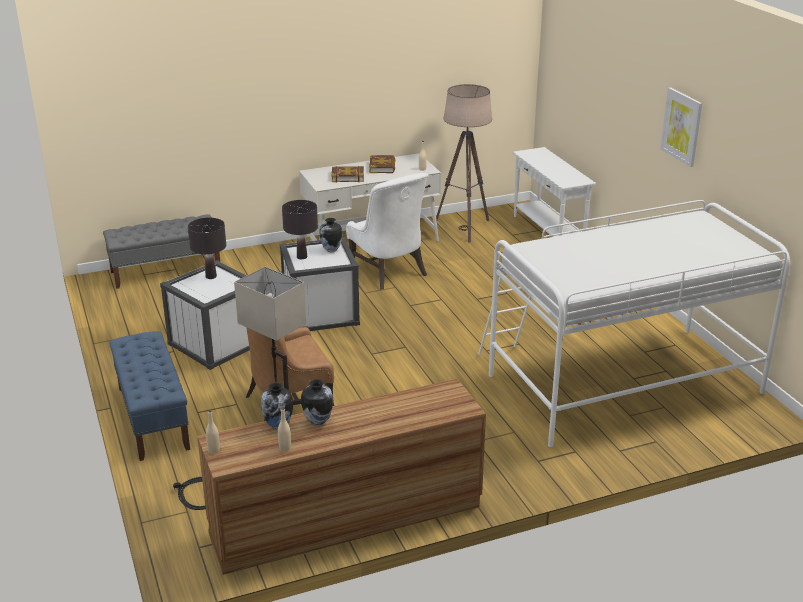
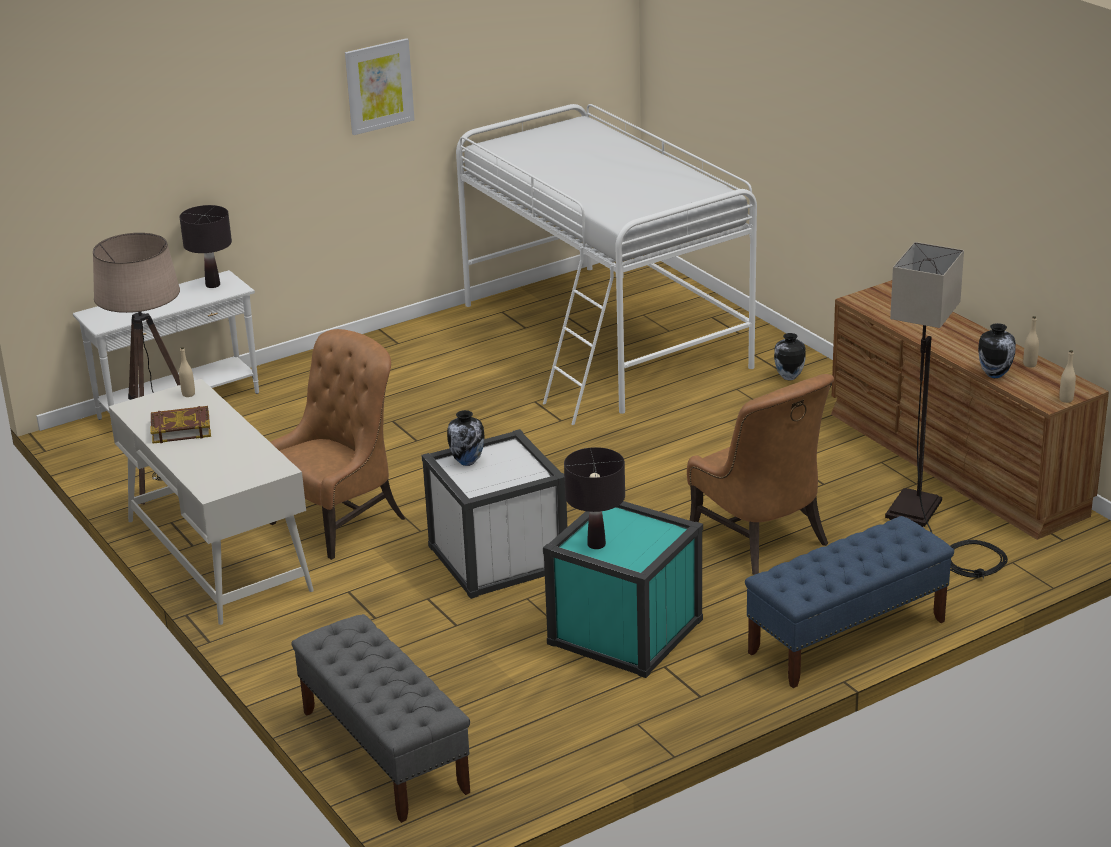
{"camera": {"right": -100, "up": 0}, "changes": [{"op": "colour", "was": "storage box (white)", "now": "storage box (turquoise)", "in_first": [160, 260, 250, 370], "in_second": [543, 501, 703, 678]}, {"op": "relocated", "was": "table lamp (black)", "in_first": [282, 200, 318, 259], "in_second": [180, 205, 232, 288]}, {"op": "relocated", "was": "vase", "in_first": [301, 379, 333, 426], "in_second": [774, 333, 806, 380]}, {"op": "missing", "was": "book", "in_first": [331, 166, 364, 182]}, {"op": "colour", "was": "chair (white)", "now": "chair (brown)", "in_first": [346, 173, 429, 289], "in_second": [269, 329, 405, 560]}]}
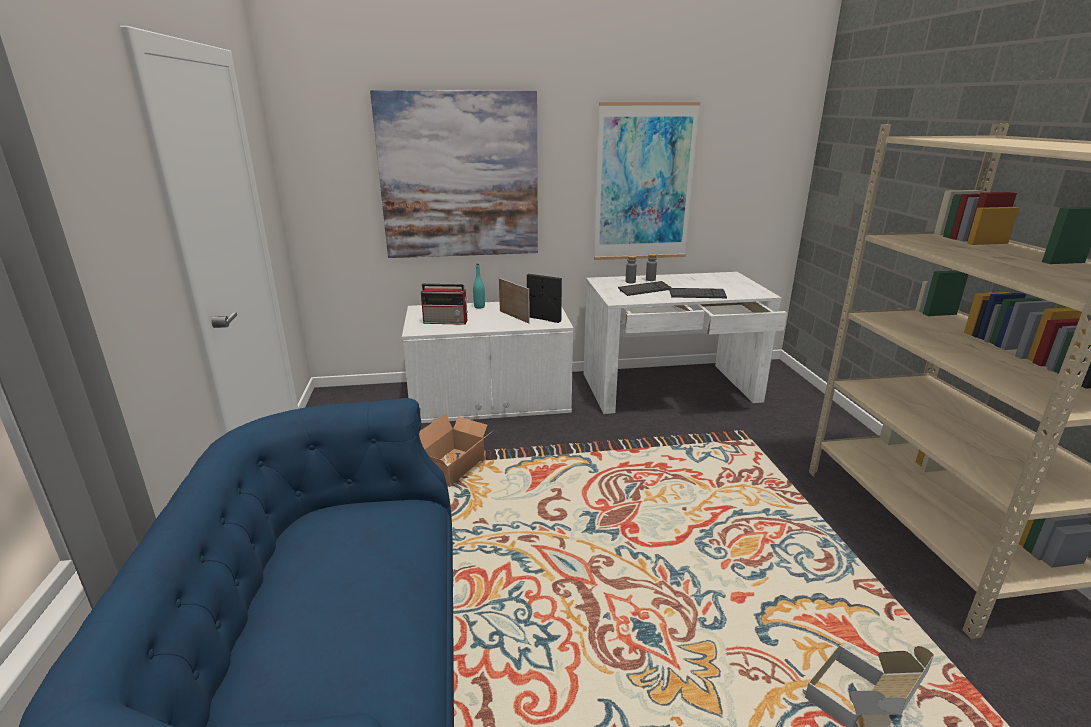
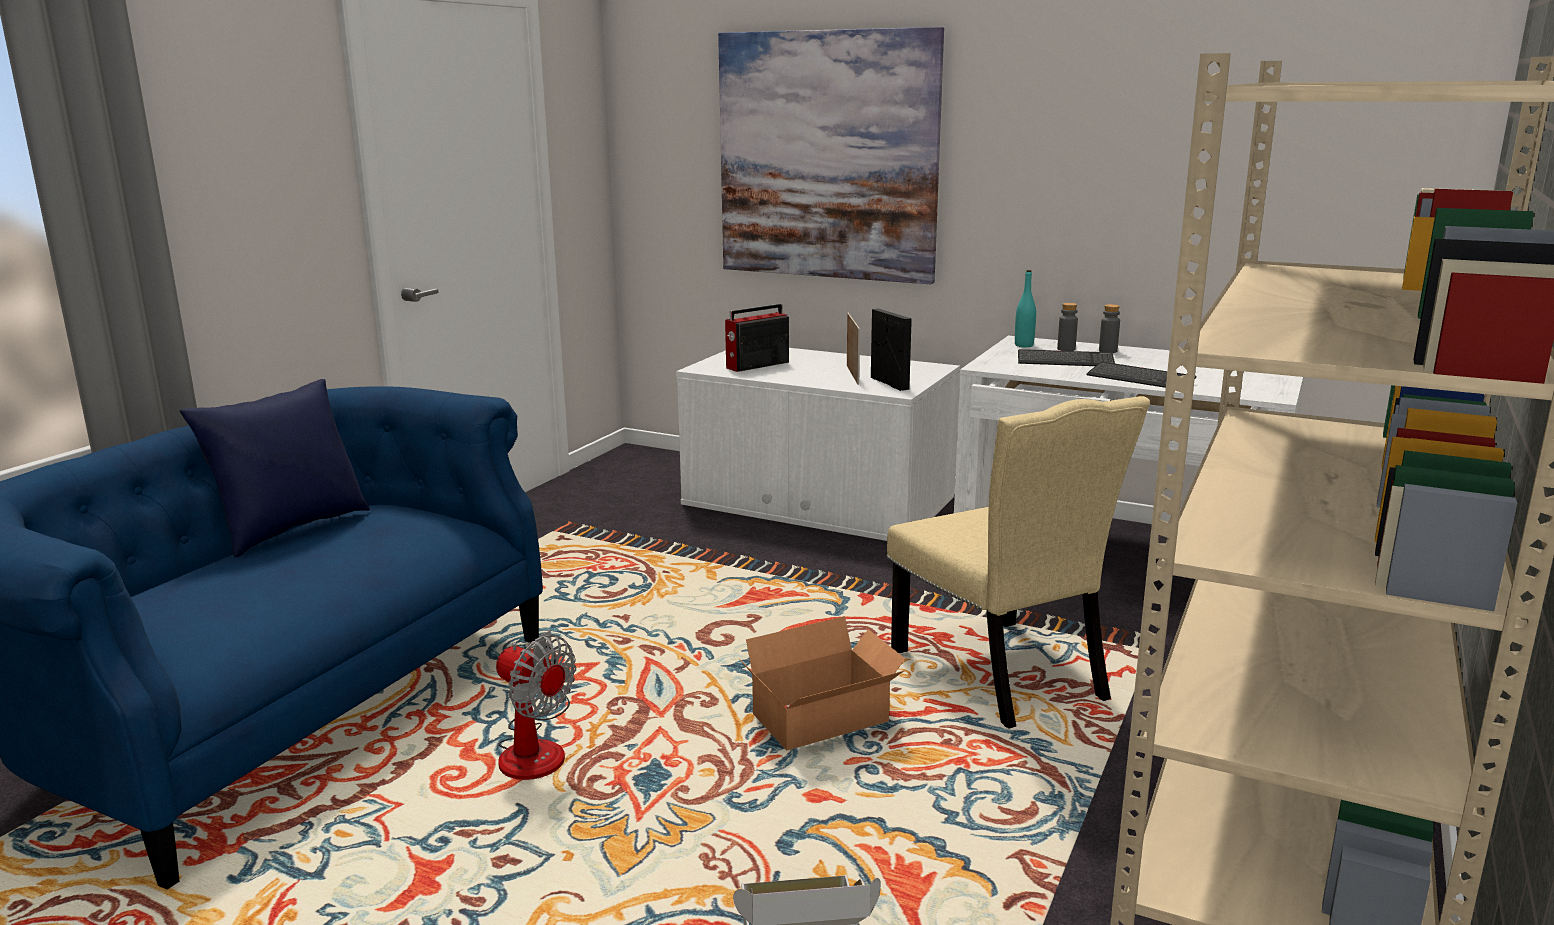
{"camera": {"right": 35, "up": -5}, "changes": [{"op": "relocated", "was": "cardboard box", "in_first": [419, 413, 494, 487], "in_second": [739, 616, 905, 751]}, {"op": "spun", "was": "radio", "in_first": [421, 284, 468, 325], "in_second": [725, 304, 789, 372], "clockwise": 105}, {"op": "relocated", "was": "bottle (turquoise)", "in_first": [473, 264, 485, 308], "in_second": [1015, 270, 1036, 347]}, {"op": "missing", "was": "picture", "in_first": [594, 102, 700, 260]}, {"op": "appeared", "now": "pillow (blue)", "in_second": [180, 379, 370, 557]}, {"op": "appeared", "now": "fan", "in_second": [496, 630, 576, 780]}, {"op": "appeared", "now": "chair (beige)", "in_second": [886, 396, 1150, 729]}]}
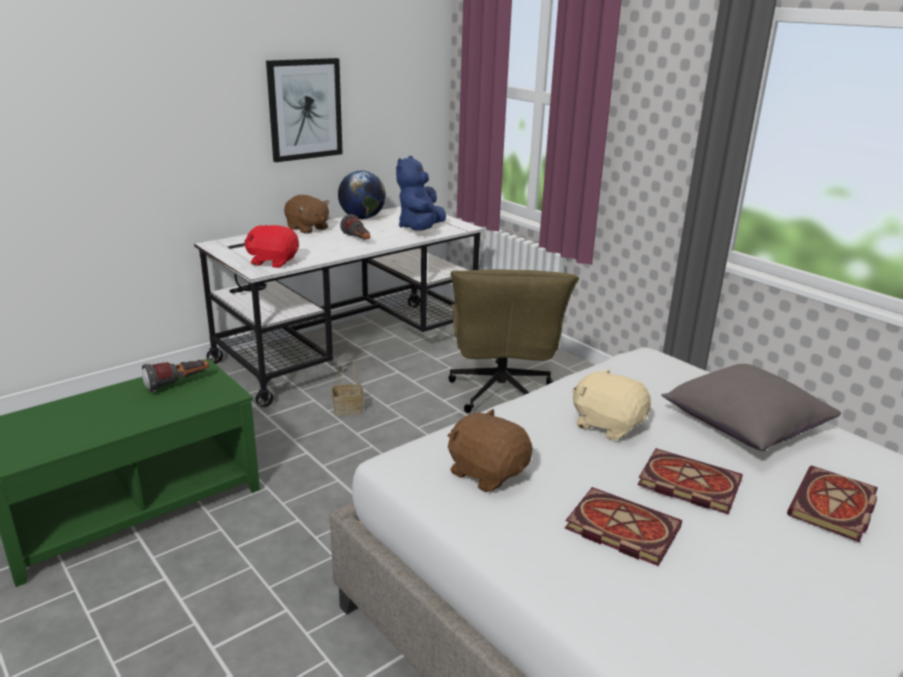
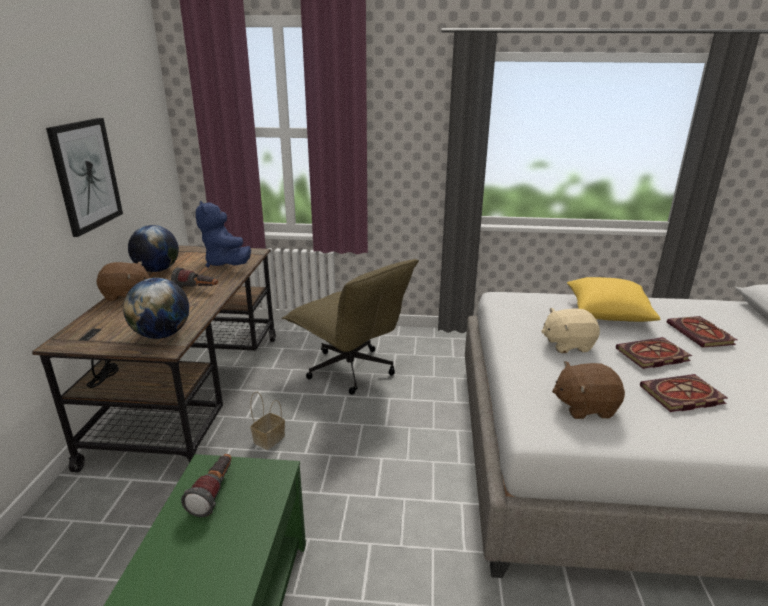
{"camera": {"right": -45, "up": 0}, "changes": [{"op": "colour", "was": "desk (white)", "now": "desk (brown)", "in_first": [194, 206, 485, 407], "in_second": [32, 245, 276, 472]}, {"op": "exchanged", "was": "plush toy (red)", "now": "globe", "in_first": [244, 224, 299, 268], "in_second": [123, 278, 189, 339]}, {"op": "colour", "was": "pillow (grey)", "now": "pillow (yellow)", "in_first": [661, 364, 841, 451], "in_second": [567, 277, 660, 322]}]}
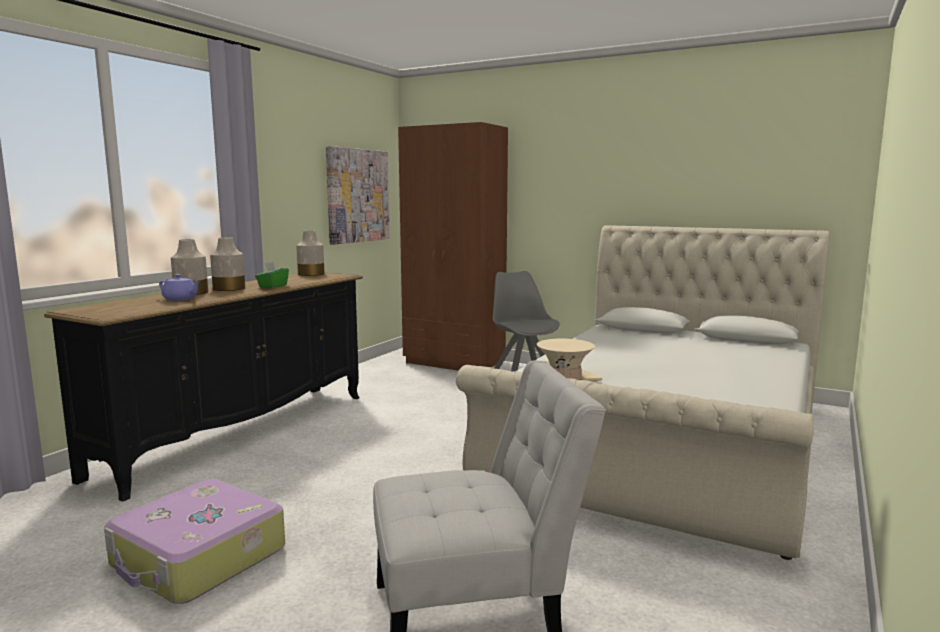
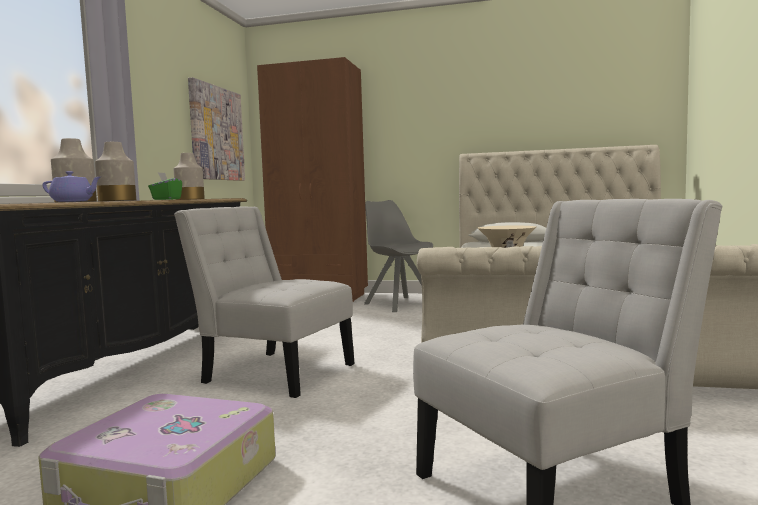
{"camera": {"right": -15, "up": -5}, "changes": [{"op": "appeared", "now": "chair (white)", "in_second": [174, 206, 355, 398]}]}
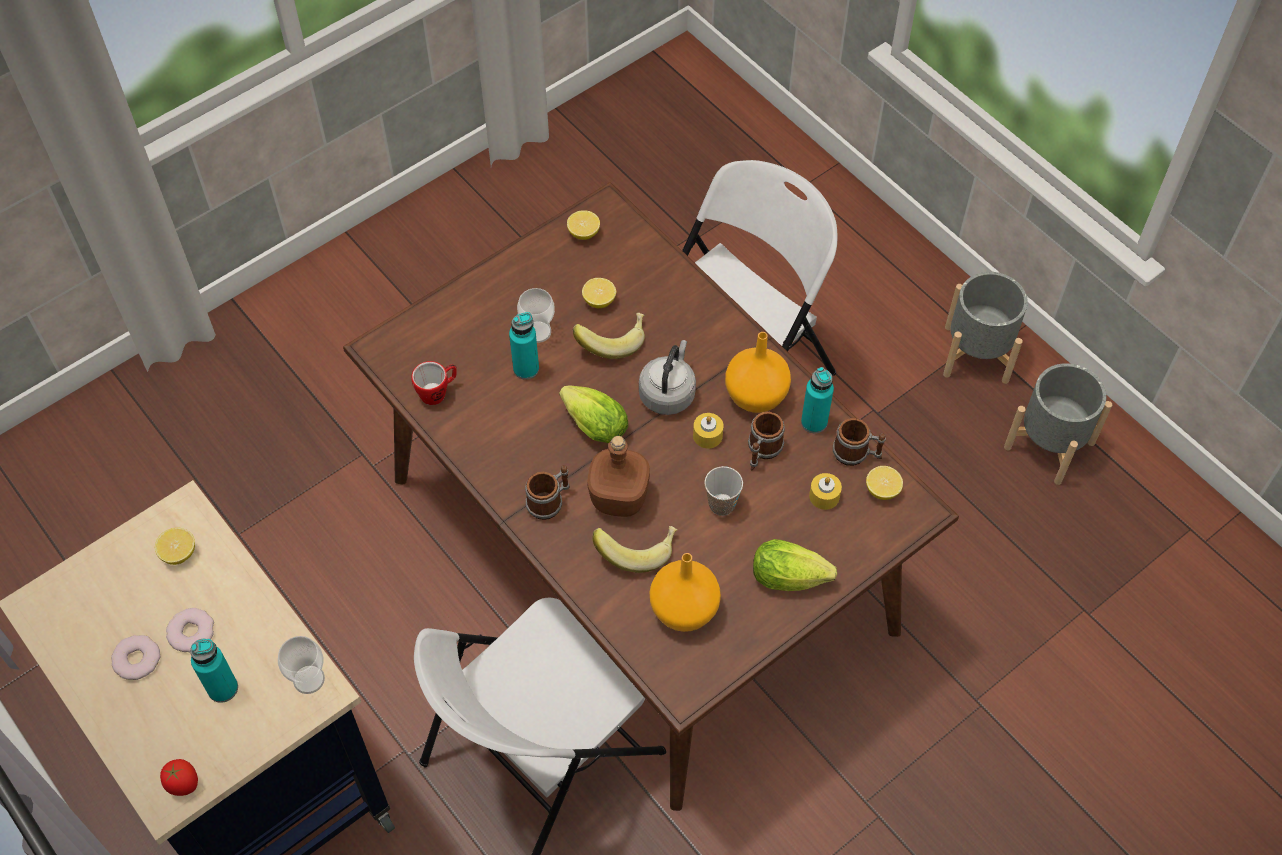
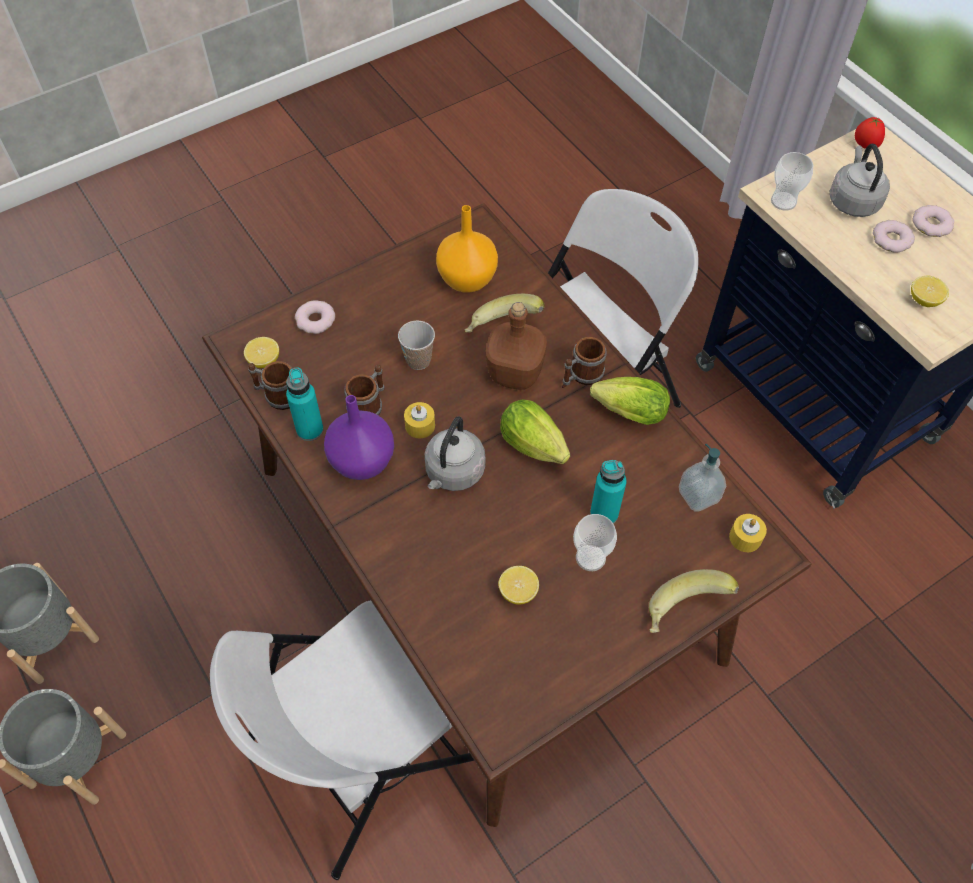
{"camera": {"right": -175, "up": 0}, "changes": [{"op": "exchanged", "was": "bottle (turquoise)", "now": "kettle (grey)", "in_first": [190, 639, 238, 703], "in_second": [830, 144, 890, 217]}, {"op": "exchanged", "was": "mug", "now": "soap dispenser", "in_first": [411, 361, 457, 405], "in_second": [679, 444, 726, 512]}, {"op": "missing", "was": "lemon", "in_first": [567, 210, 600, 240]}, {"op": "relocated", "was": "banana", "in_first": [573, 313, 645, 359], "in_second": [649, 569, 739, 633]}, {"op": "colour", "was": "vase (orange)", "now": "vase (purple)", "in_first": [725, 332, 791, 413], "in_second": [324, 395, 394, 480]}, {"op": "relocated", "was": "lettuce", "in_first": [753, 539, 837, 591], "in_second": [590, 377, 670, 425]}, {"op": "relocated", "was": "candle (yellow)", "in_first": [809, 473, 842, 510], "in_second": [729, 514, 767, 552]}, {"op": "appeared", "now": "donut", "in_second": [295, 300, 335, 334]}]}
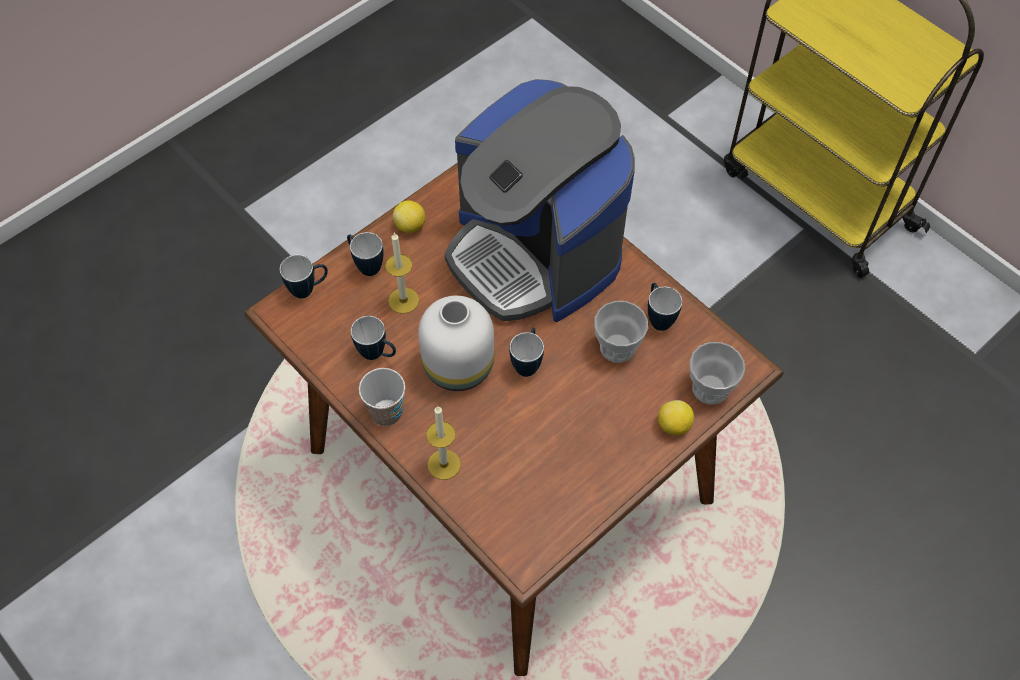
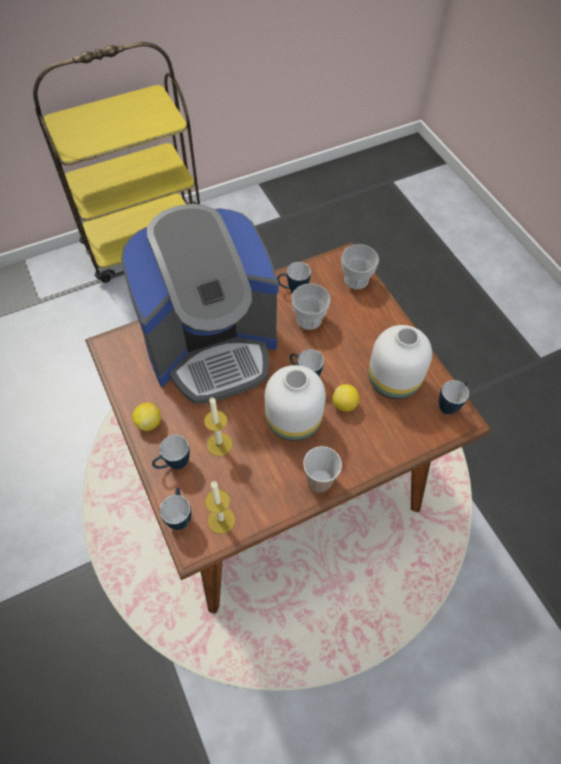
{"camera": {"right": -75, "up": 0}, "changes": [{"op": "relocated", "was": "mug", "in_first": [351, 316, 396, 360], "in_second": [439, 380, 469, 415]}, {"op": "relocated", "was": "candle", "in_first": [426, 406, 461, 480], "in_second": [205, 481, 235, 534]}, {"op": "relocated", "was": "lemon", "in_first": [658, 400, 694, 436], "in_second": [332, 384, 360, 412]}, {"op": "appeared", "now": "vase (white)", "in_second": [368, 325, 432, 399]}]}
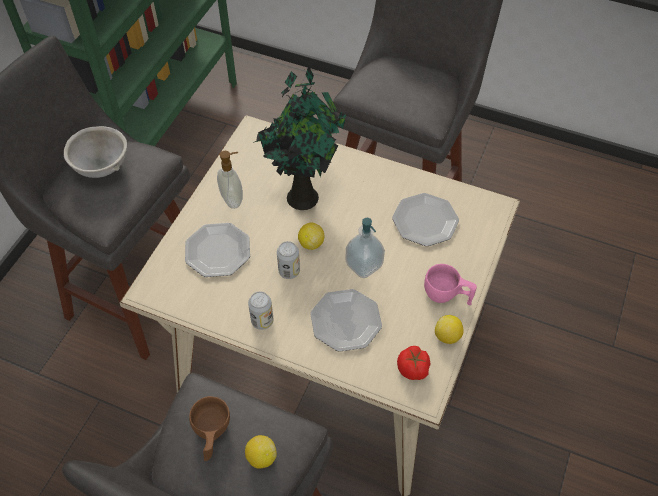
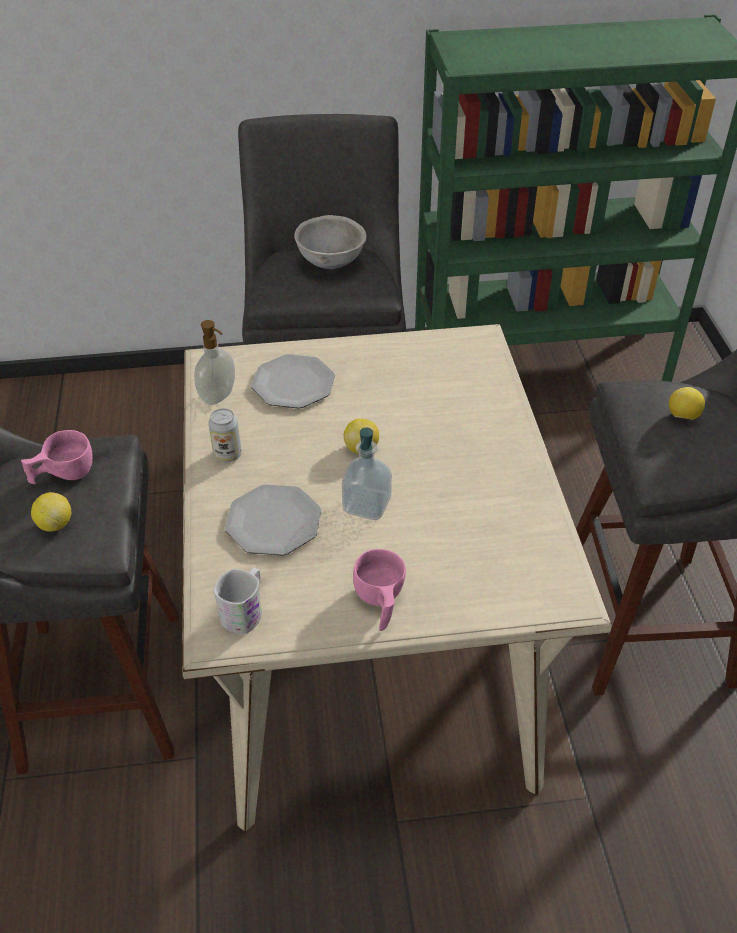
{"camera": {"right": 60, "up": -10}, "changes": [{"op": "colour", "was": "cup (brown)", "now": "cup (pink)", "in_first": [189, 396, 230, 461], "in_second": [21, 430, 93, 484]}, {"op": "relocated", "was": "soap dispenser", "in_first": [217, 151, 243, 209], "in_second": [194, 320, 235, 405]}, {"op": "missing", "was": "potted plant", "in_first": [253, 66, 347, 210]}, {"op": "missing", "was": "can", "in_first": [277, 241, 300, 279]}, {"op": "missing", "was": "plate", "in_first": [392, 193, 459, 246]}, {"op": "exchanged", "was": "tomato", "now": "mug (white)", "in_first": [397, 346, 430, 380], "in_second": [213, 568, 262, 634]}, {"op": "relocated", "was": "lemon", "in_first": [435, 315, 464, 344], "in_second": [669, 387, 705, 420]}]}
